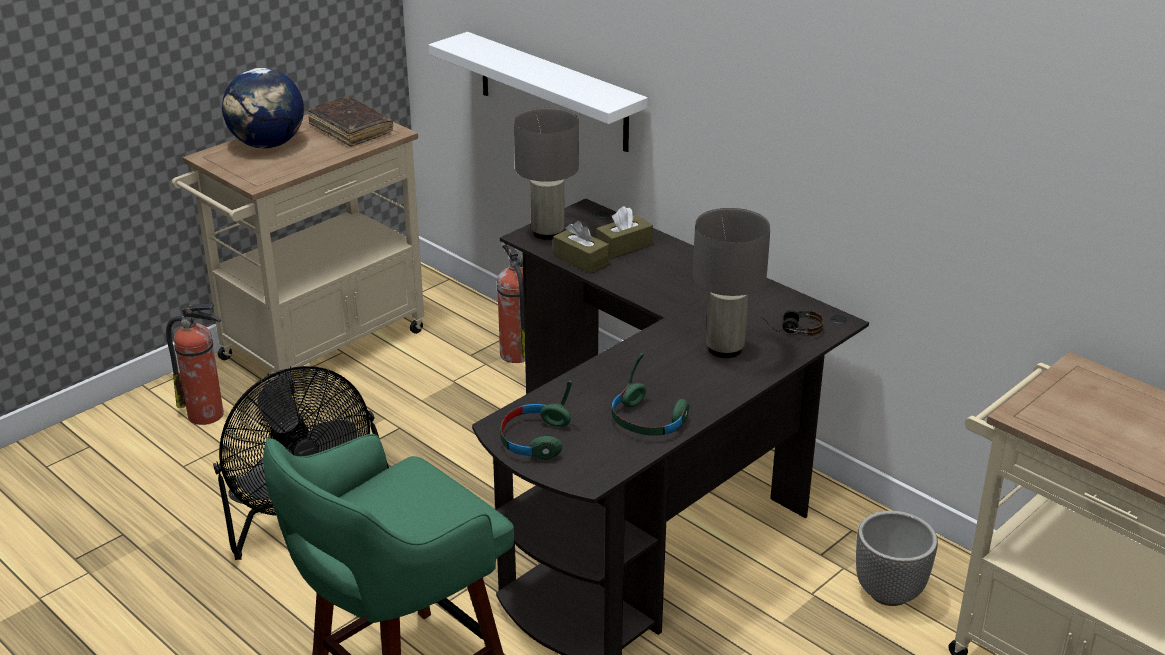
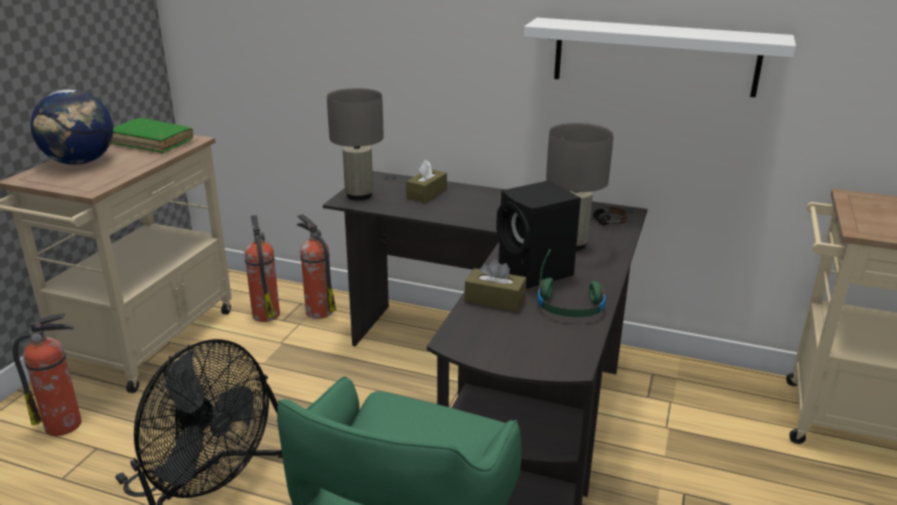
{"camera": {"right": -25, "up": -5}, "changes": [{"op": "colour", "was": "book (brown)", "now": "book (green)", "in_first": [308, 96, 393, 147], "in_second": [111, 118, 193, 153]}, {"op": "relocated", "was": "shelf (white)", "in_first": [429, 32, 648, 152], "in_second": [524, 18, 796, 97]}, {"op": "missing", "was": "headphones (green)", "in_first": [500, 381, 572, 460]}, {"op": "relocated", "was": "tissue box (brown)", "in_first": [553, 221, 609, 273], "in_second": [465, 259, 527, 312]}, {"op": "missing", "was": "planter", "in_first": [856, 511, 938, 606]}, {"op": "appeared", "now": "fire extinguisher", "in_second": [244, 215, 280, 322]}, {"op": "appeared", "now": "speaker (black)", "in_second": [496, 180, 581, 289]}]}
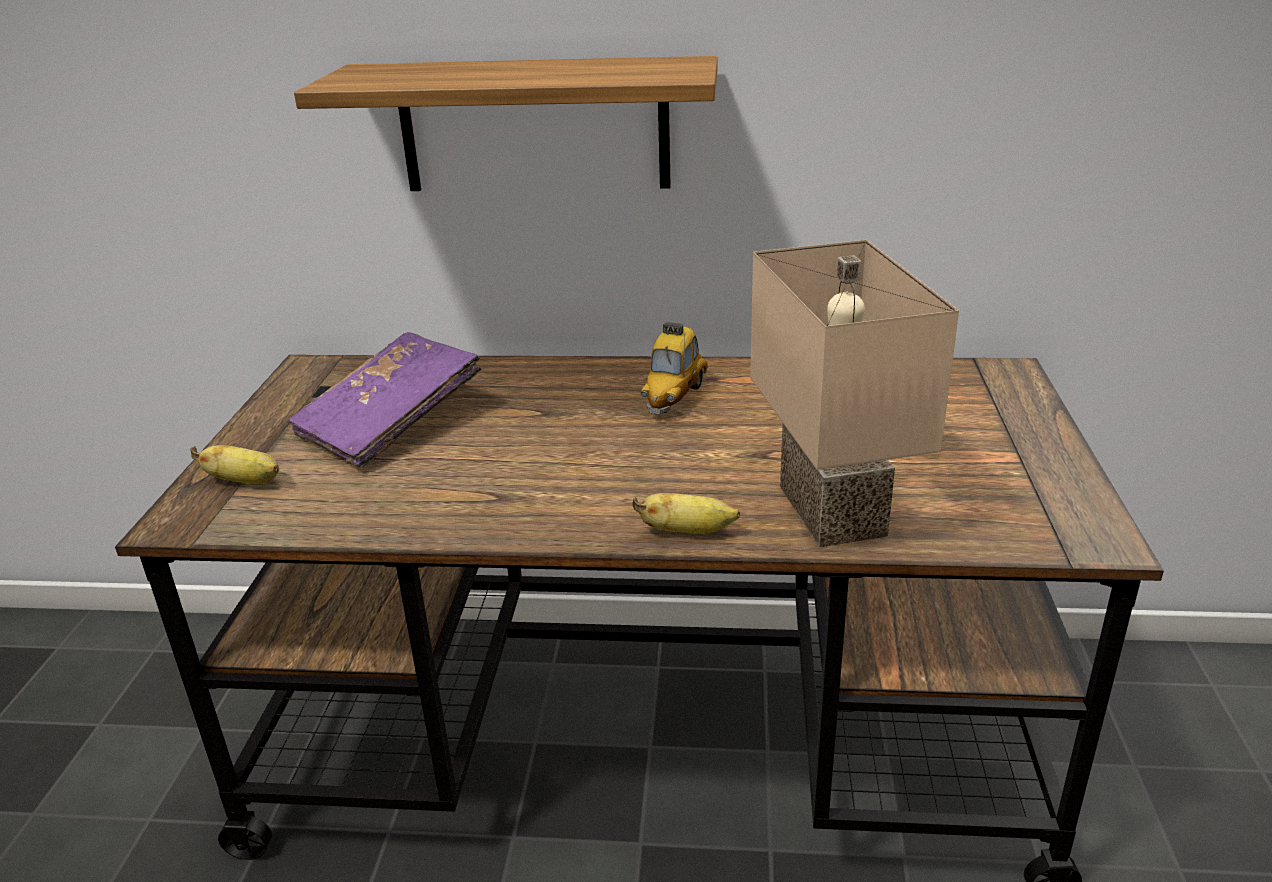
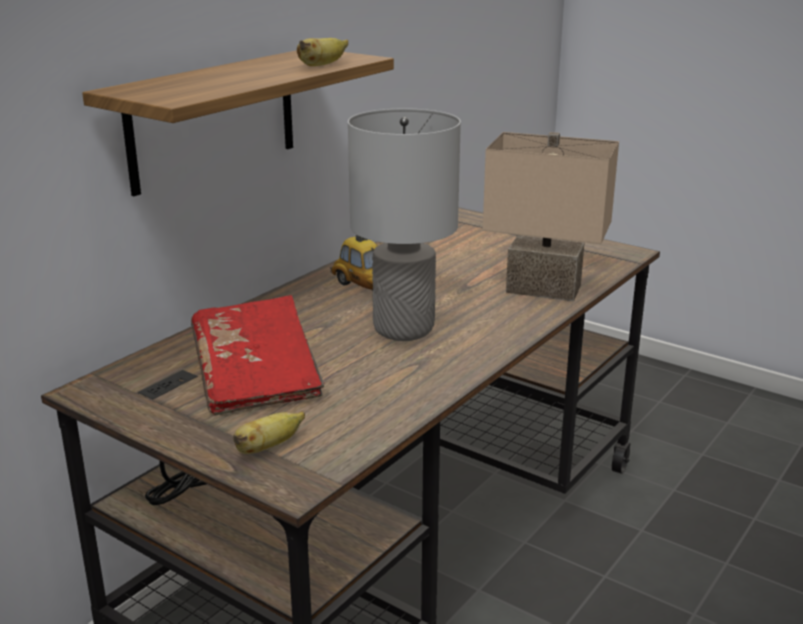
{"camera": {"right": -60, "up": -5}, "changes": [{"op": "colour", "was": "book (purple)", "now": "book (red)", "in_first": [289, 332, 482, 468], "in_second": [191, 295, 324, 416]}, {"op": "relocated", "was": "banana", "in_first": [633, 493, 740, 534], "in_second": [297, 38, 348, 66]}, {"op": "appeared", "now": "table lamp (grey)", "in_second": [348, 108, 461, 341]}]}
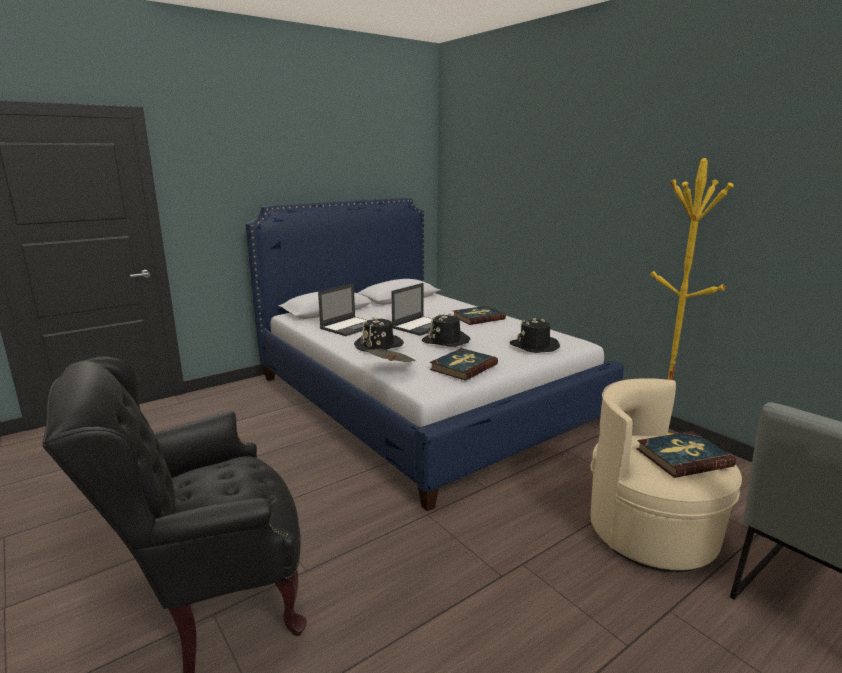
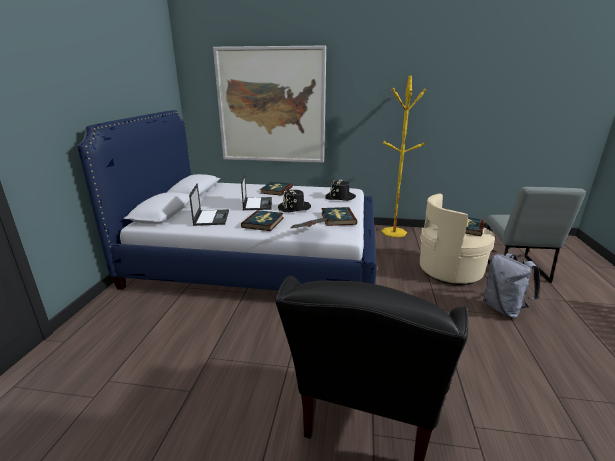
{"camera": {"right": -45, "up": 5}, "changes": [{"op": "exchanged", "was": "hat (black)", "now": "book", "in_first": [354, 317, 404, 352], "in_second": [241, 210, 284, 231]}, {"op": "appeared", "now": "picture", "in_second": [213, 46, 326, 163]}, {"op": "appeared", "now": "backpack (grey)", "in_second": [483, 253, 540, 318]}]}
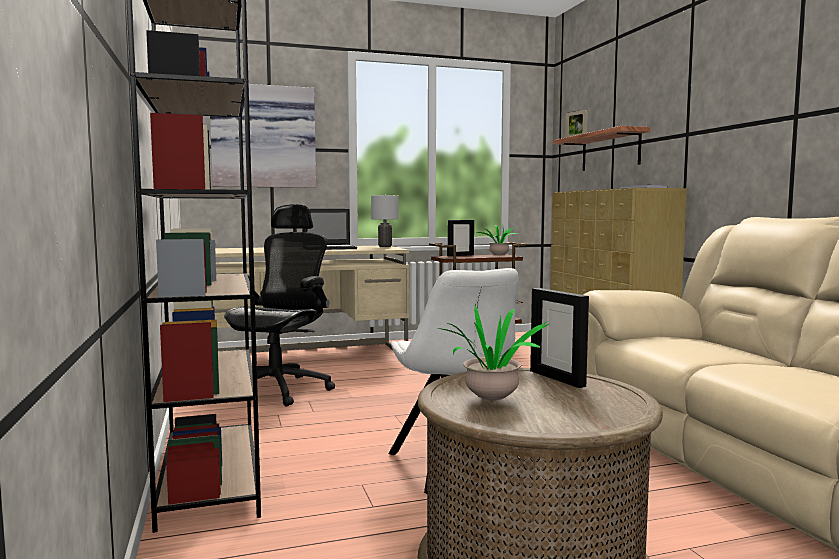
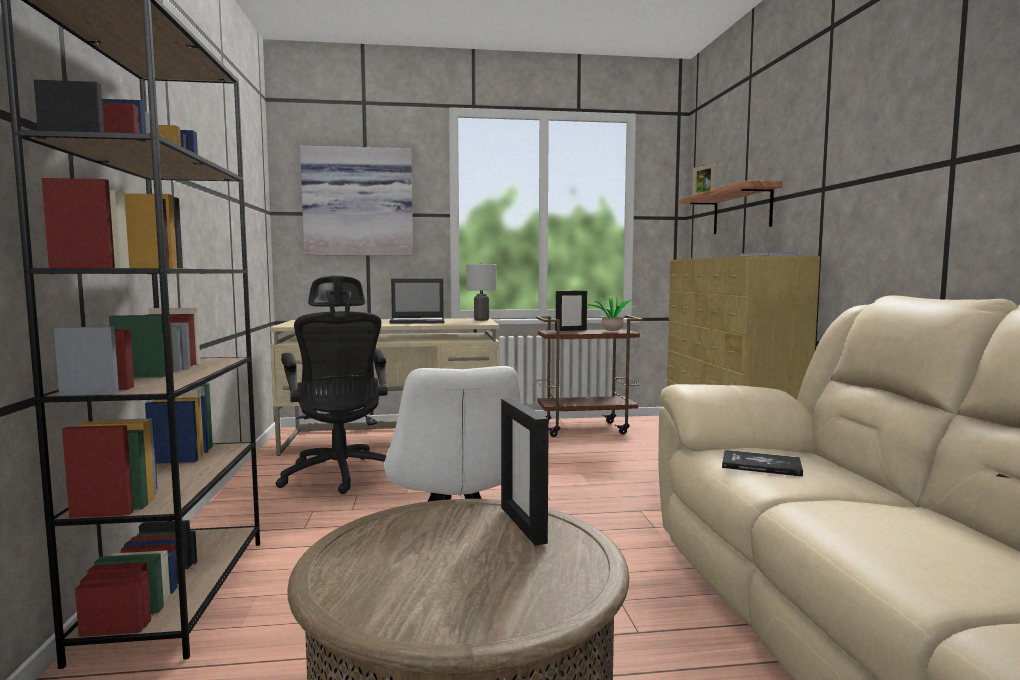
{"camera": {"right": 10, "up": 0}, "changes": [{"op": "spun", "was": "office chair", "in_first": [224, 204, 335, 407], "in_second": [276, 276, 388, 494], "clockwise": 135}, {"op": "missing", "was": "potted plant", "in_first": [436, 304, 549, 400]}, {"op": "appeared", "now": "book", "in_second": [722, 450, 803, 477]}]}
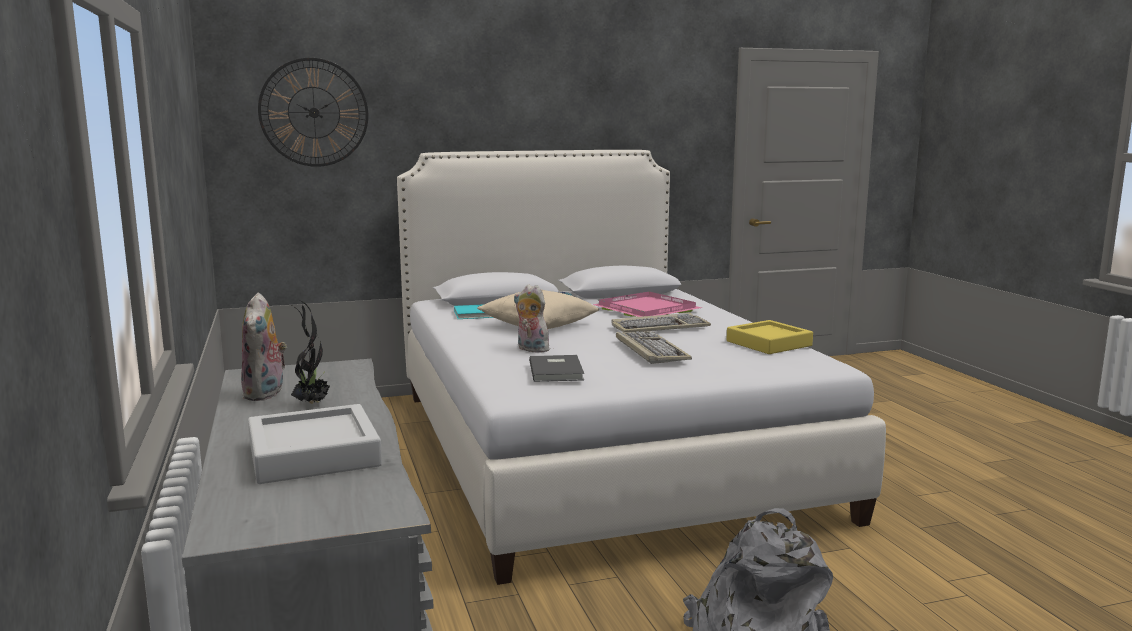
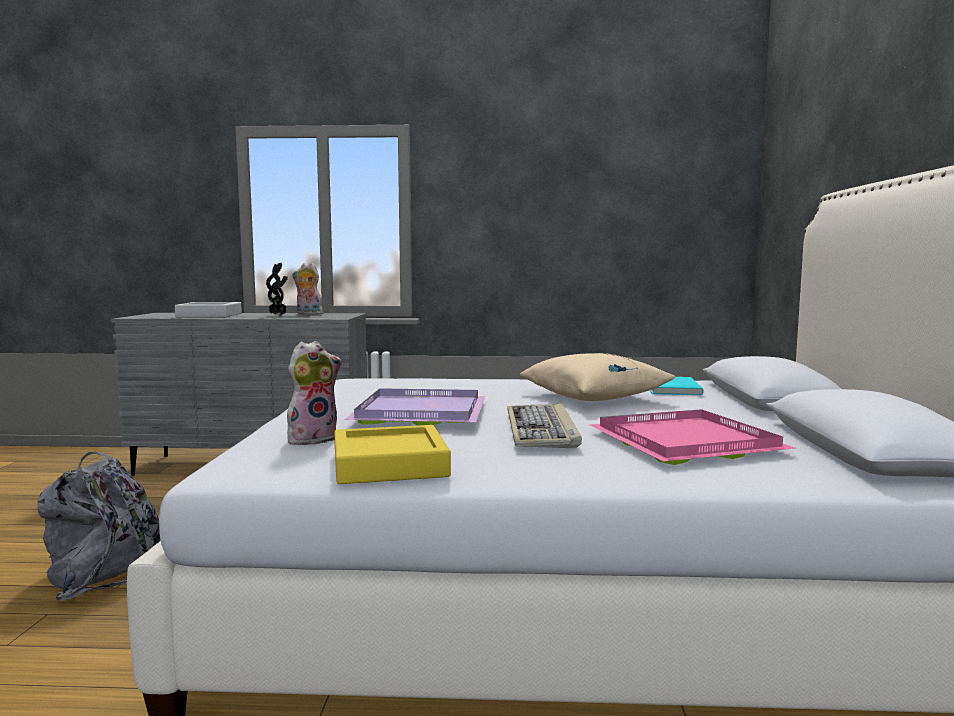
{"camera": {"right": 110, "up": -5}, "changes": [{"op": "missing", "was": "wall clock", "in_first": [258, 58, 368, 167]}, {"op": "relocated", "was": "plush toy", "in_first": [514, 284, 549, 353], "in_second": [287, 341, 342, 445]}, {"op": "missing", "was": "book (grey)", "in_first": [529, 355, 584, 382]}, {"op": "exchanged", "was": "keyboard", "now": "tray (purple)", "in_first": [616, 331, 692, 364], "in_second": [345, 388, 485, 426]}]}
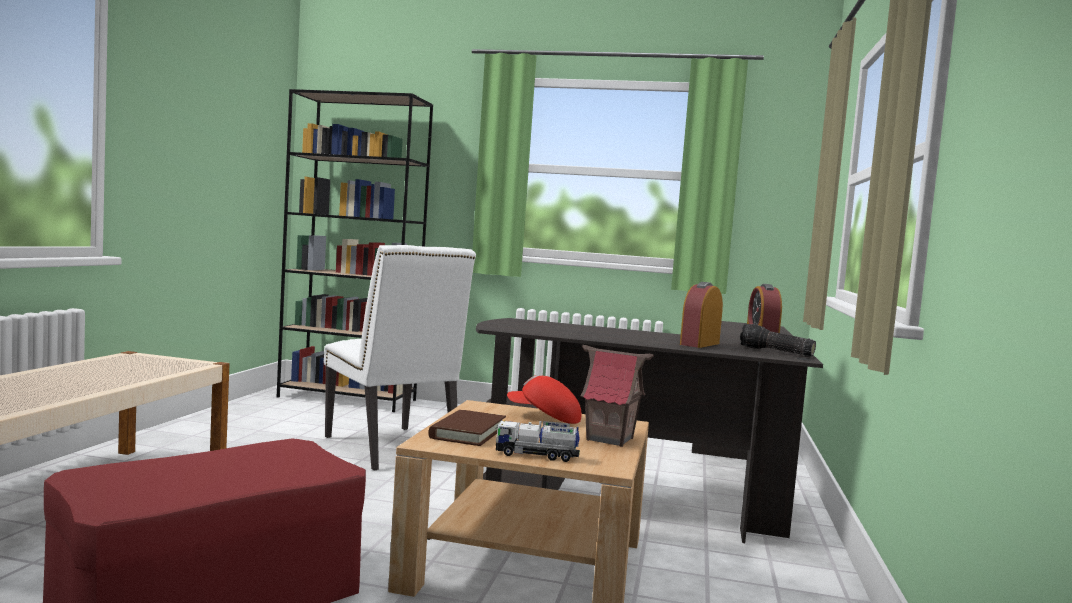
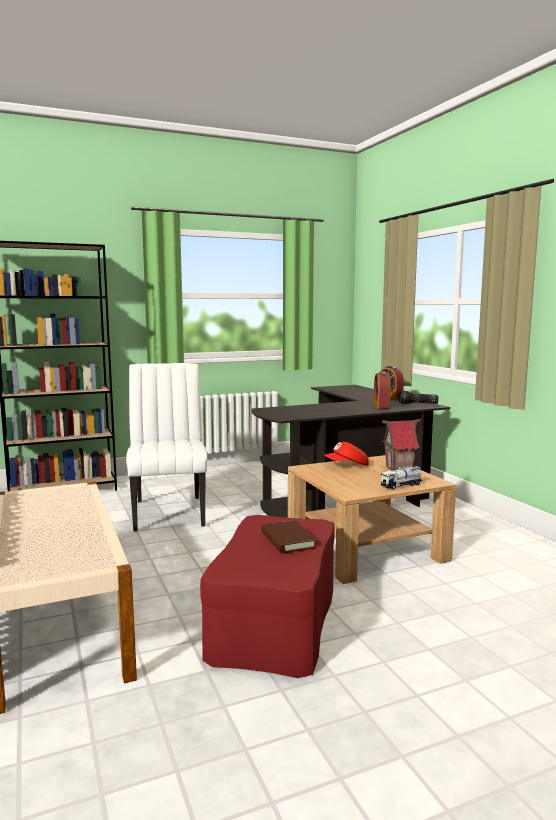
{"camera": {"right": -35, "up": 5}, "changes": [{"op": "spun", "was": "chair (white)", "in_first": [324, 245, 476, 470], "in_second": [126, 363, 207, 531], "clockwise": -120}, {"op": "relocated", "was": "book (brown)", "in_first": [428, 410, 506, 446], "in_second": [261, 520, 317, 553]}]}
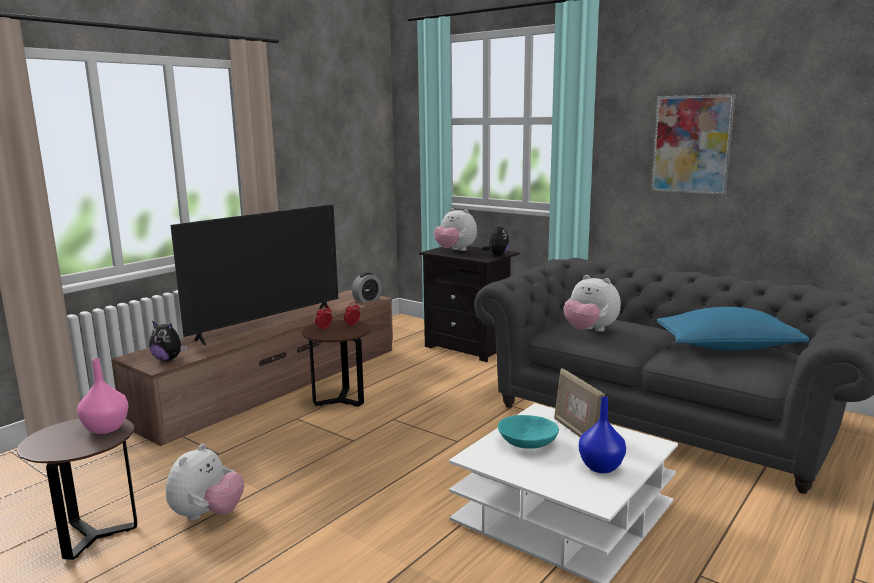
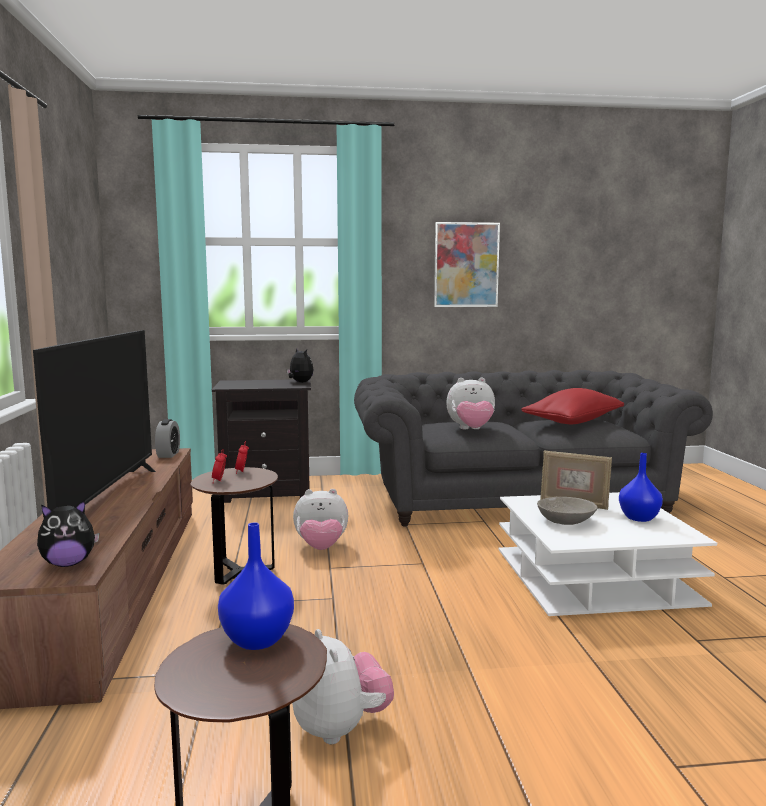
{"camera": {"right": -45, "up": -5}, "changes": [{"op": "colour", "was": "vase (pink)", "now": "vase (blue)", "in_first": [77, 358, 128, 434], "in_second": [218, 522, 294, 650]}, {"op": "relocated", "was": "plush toy", "in_first": [434, 208, 477, 251], "in_second": [293, 489, 348, 550]}, {"op": "colour", "was": "bowl (turquoise)", "now": "bowl (grey)", "in_first": [498, 415, 559, 449], "in_second": [537, 497, 598, 525]}, {"op": "colour", "was": "pillow (blue)", "now": "pillow (red)", "in_first": [657, 307, 809, 351], "in_second": [521, 388, 624, 424]}]}
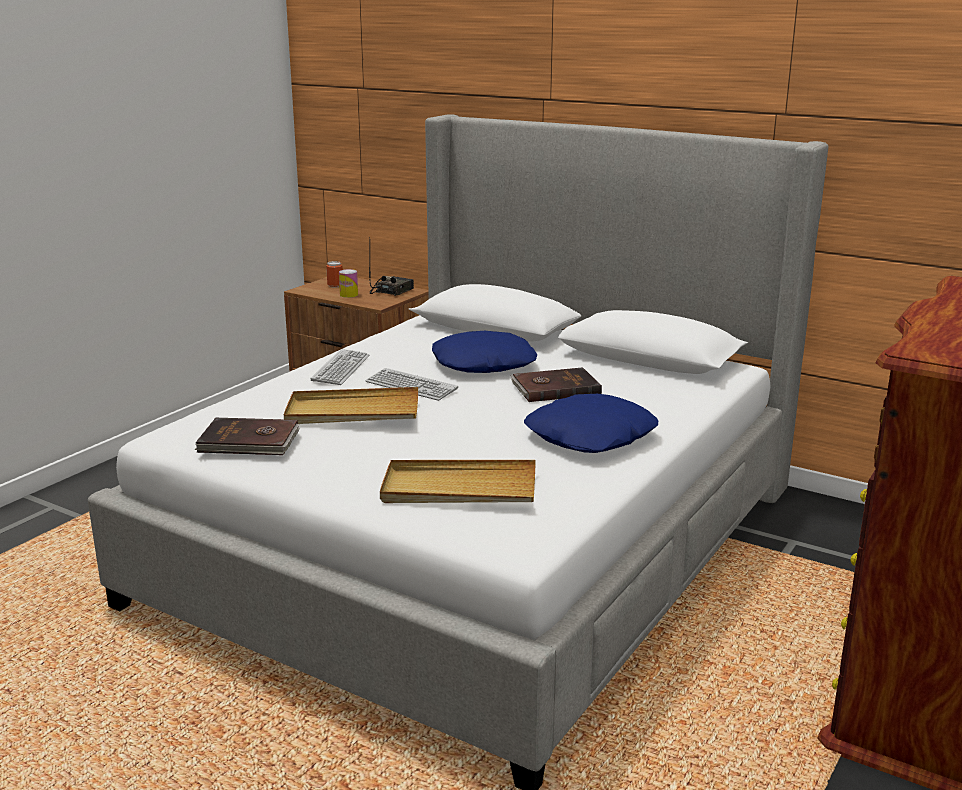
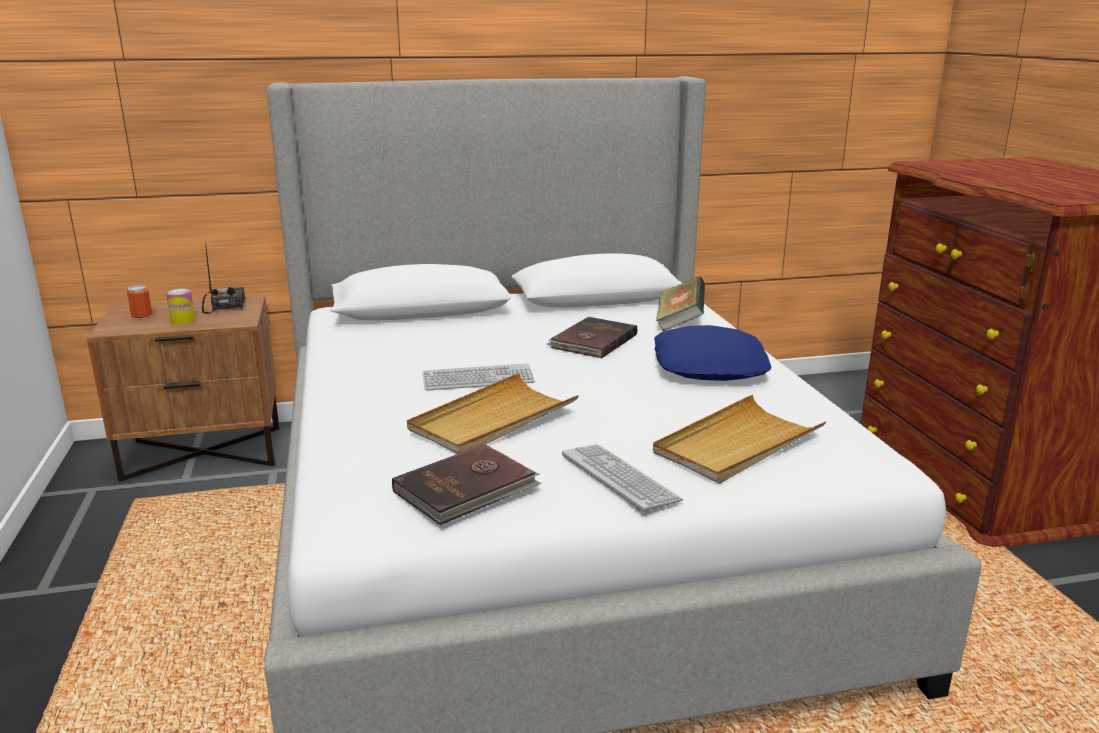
{"camera": {"right": -45, "up": 0}, "changes": [{"op": "relocated", "was": "keyboard", "in_first": [311, 349, 369, 385], "in_second": [562, 444, 683, 512]}, {"op": "missing", "was": "pillow (blue)", "in_first": [432, 331, 537, 373]}, {"op": "appeared", "now": "book", "in_second": [656, 277, 705, 332]}]}
